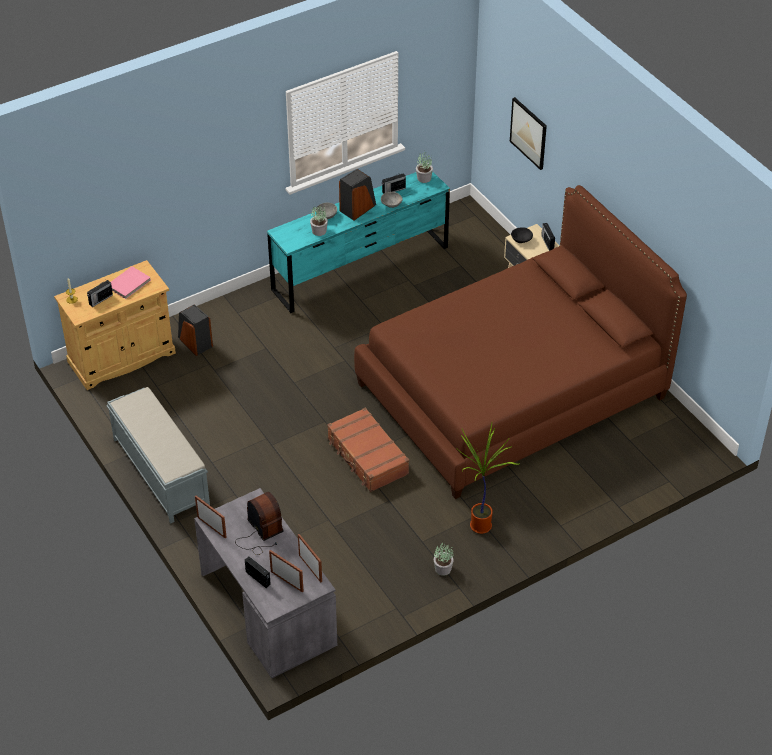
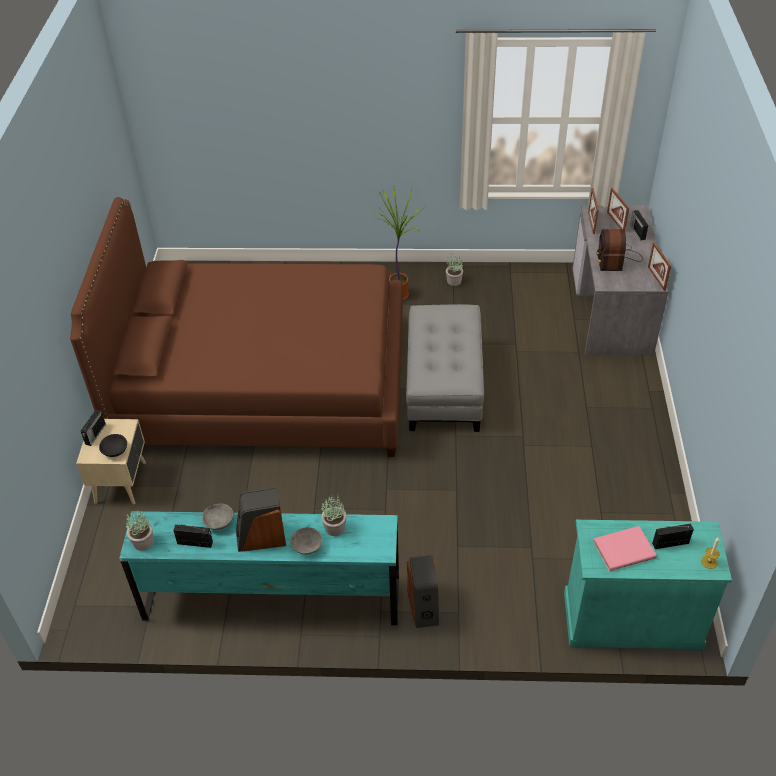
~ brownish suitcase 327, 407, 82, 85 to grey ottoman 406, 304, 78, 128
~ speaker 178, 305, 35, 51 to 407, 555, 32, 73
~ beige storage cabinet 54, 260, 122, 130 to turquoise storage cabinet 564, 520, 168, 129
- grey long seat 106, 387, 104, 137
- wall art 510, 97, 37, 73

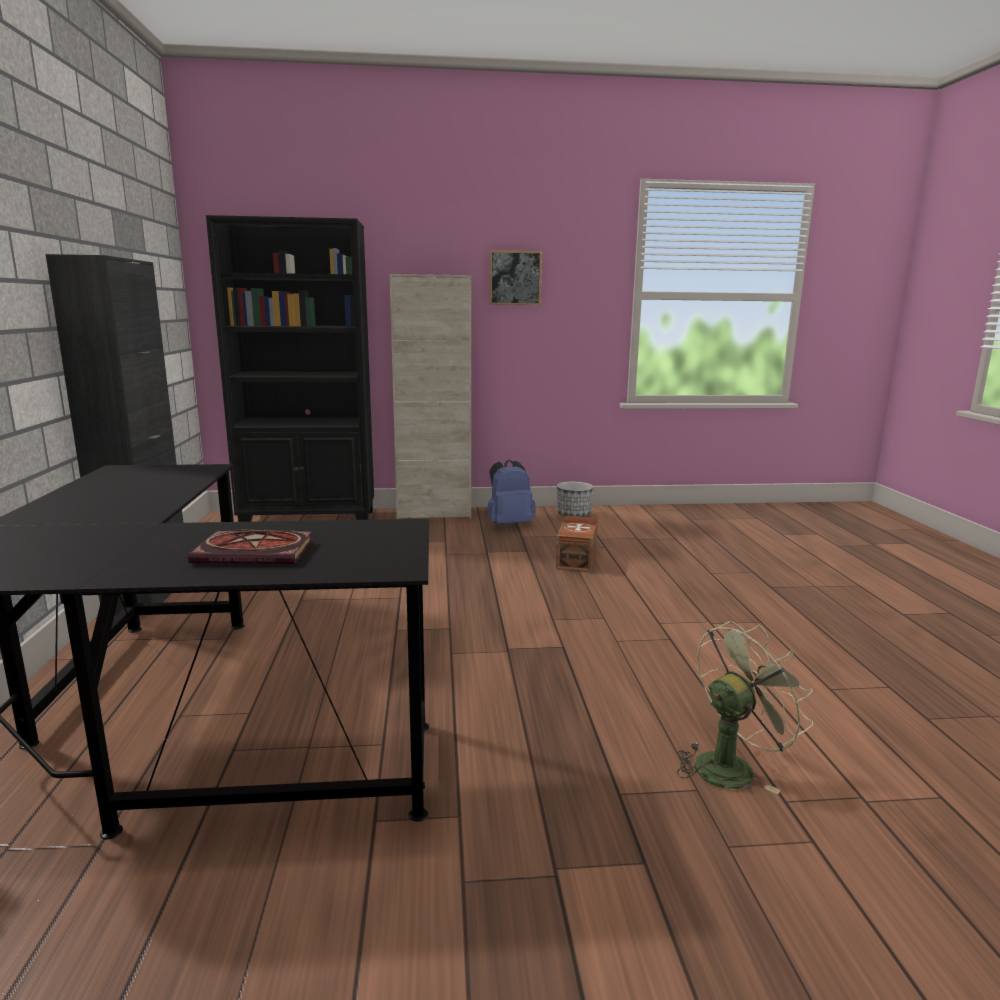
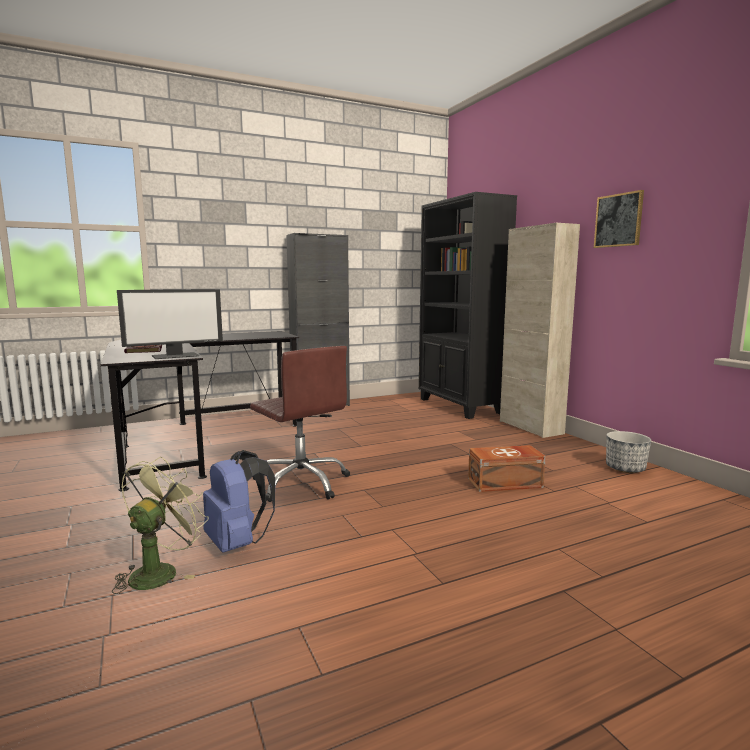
~ green fan 677, 621, 136, 173 = 112, 457, 97, 137 105 degrees counterclockwise
+ computer display 117, 289, 106, 70
~ blue backpack 488, 460, 48, 64 to 203, 450, 72, 103
+ brownish desk chair 250, 346, 100, 156

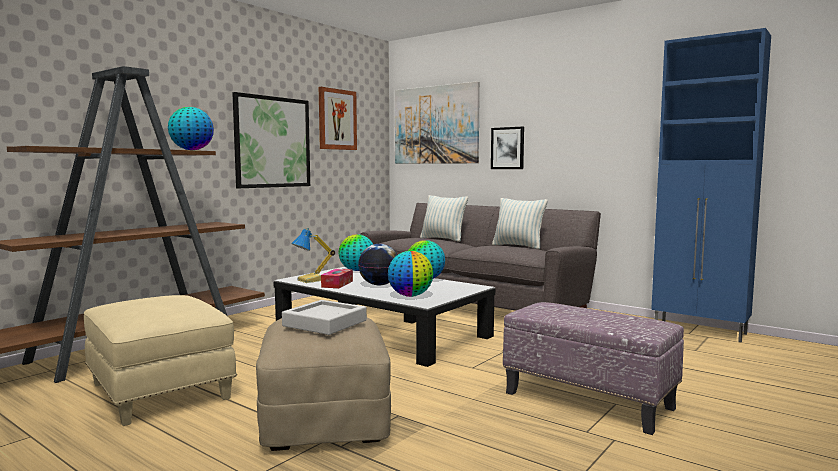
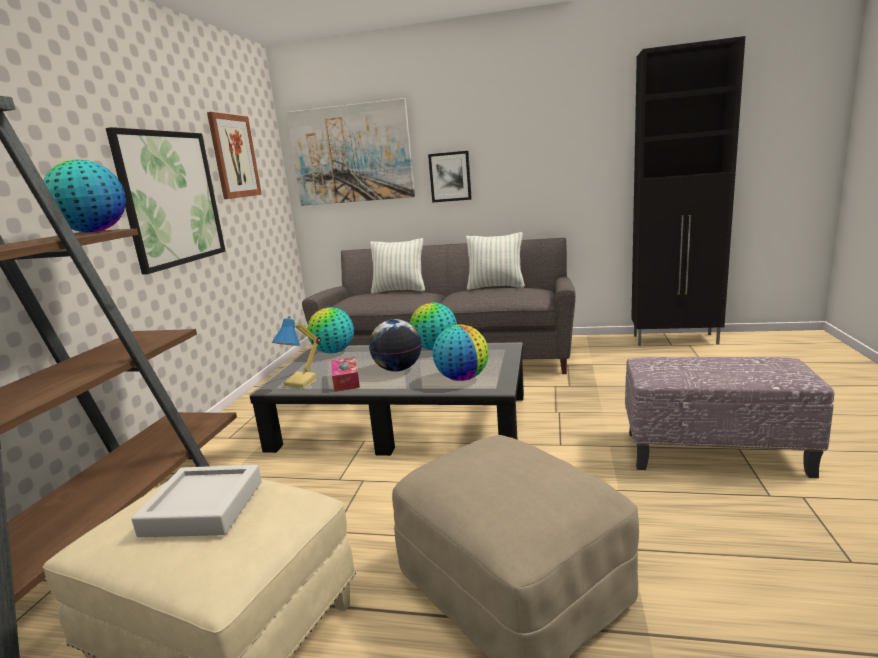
~ grey carrying tray 282, 300, 85, 35 to 131, 465, 131, 72
~ blue storage cabinet 651, 28, 120, 314 to black storage cabinet 631, 36, 114, 310

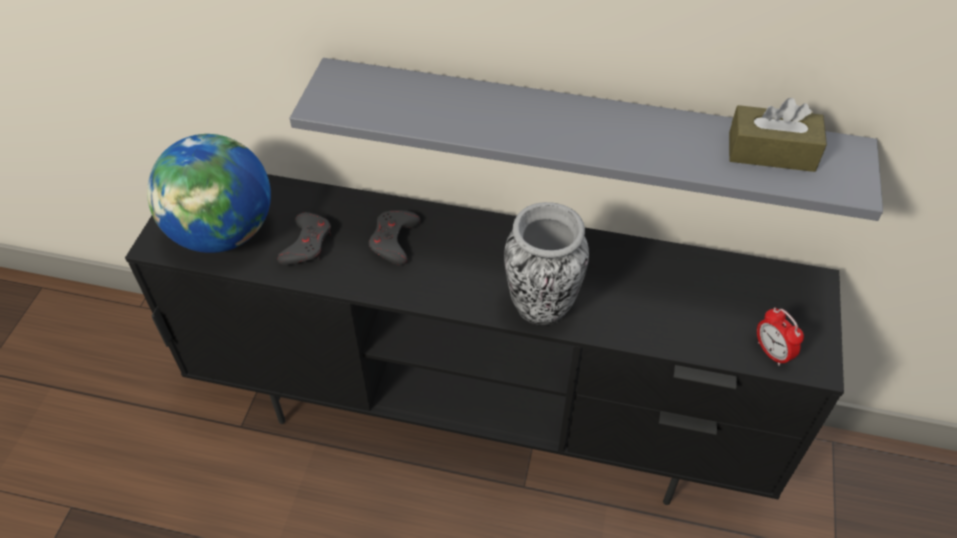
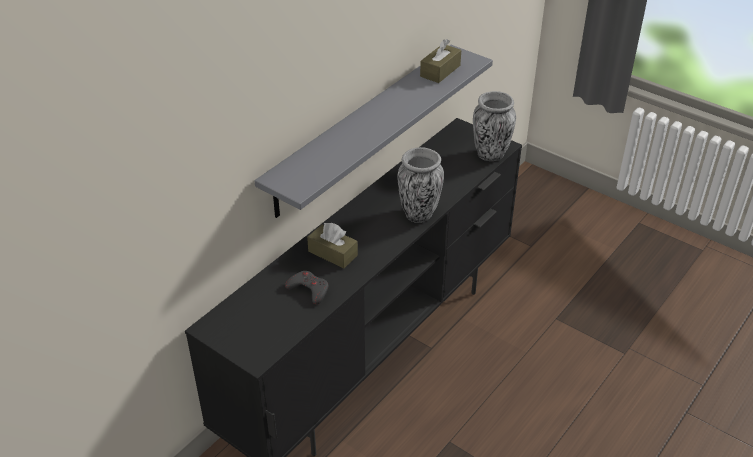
~ grey game controller 369, 210, 51, 55 to brownish tissue holder 307, 223, 51, 46
~ table clock 757, 308, 47, 58 to decorative vase 473, 91, 43, 70
- desk globe 147, 134, 124, 119

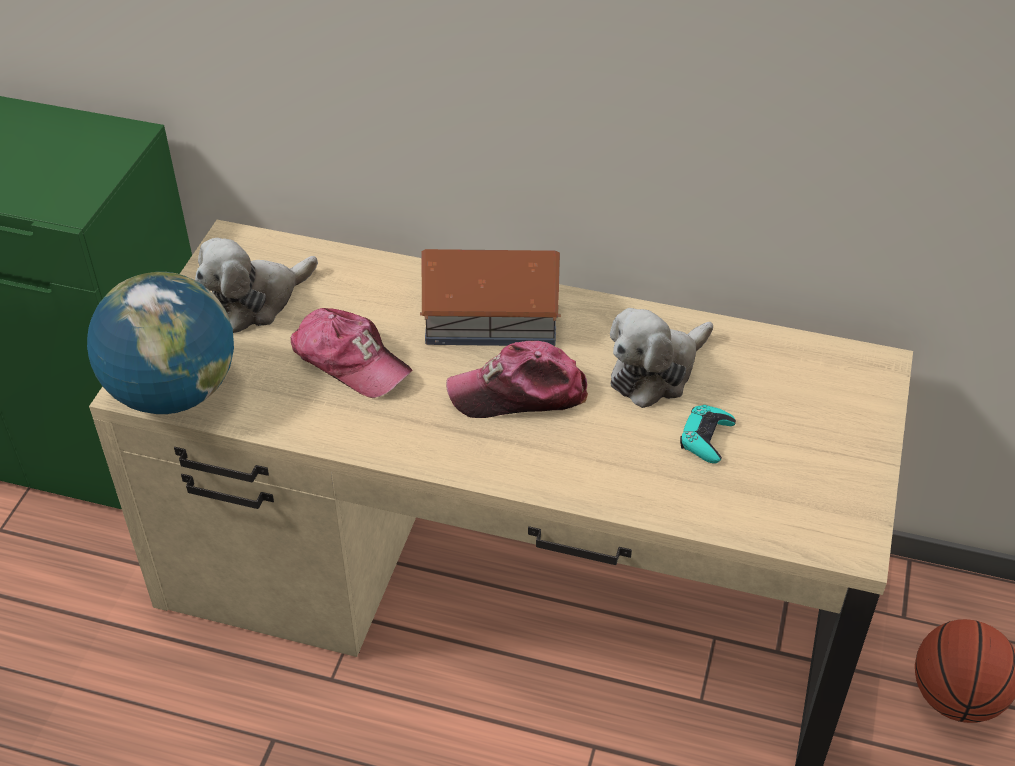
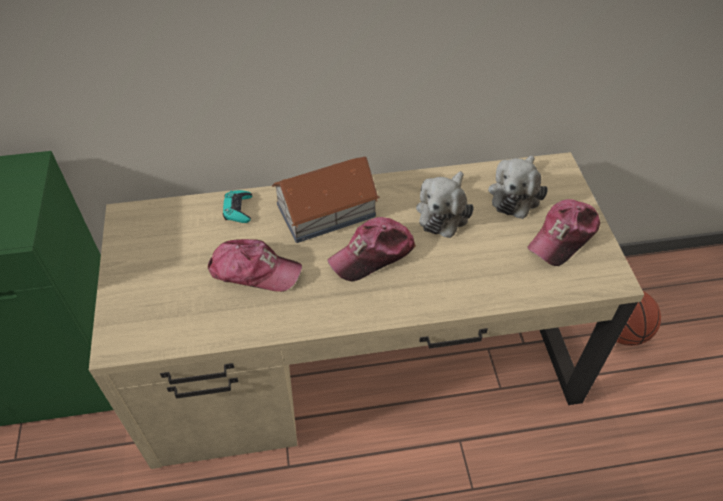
~ turquoise game controller 680, 405, 56, 59 to 223, 190, 29, 33
~ soft toy 195, 238, 123, 95 to 488, 155, 60, 64
+ cap 527, 199, 73, 67
- desk globe 87, 272, 147, 142

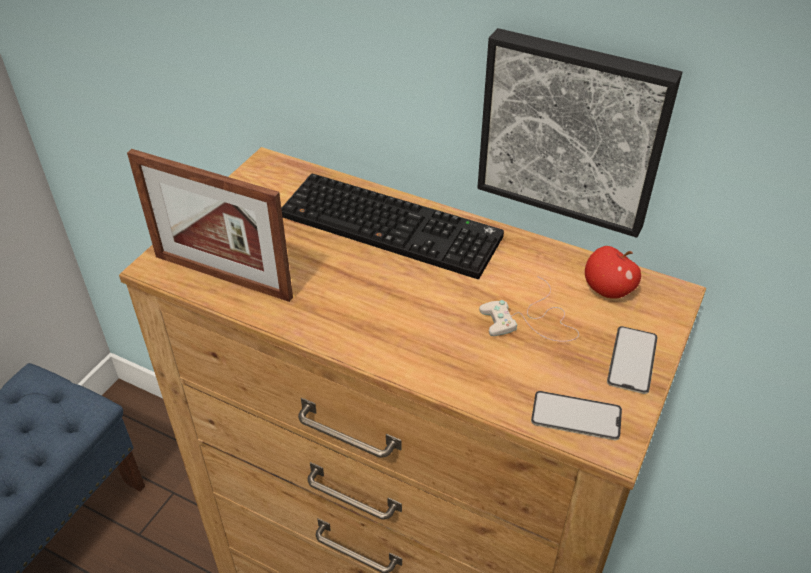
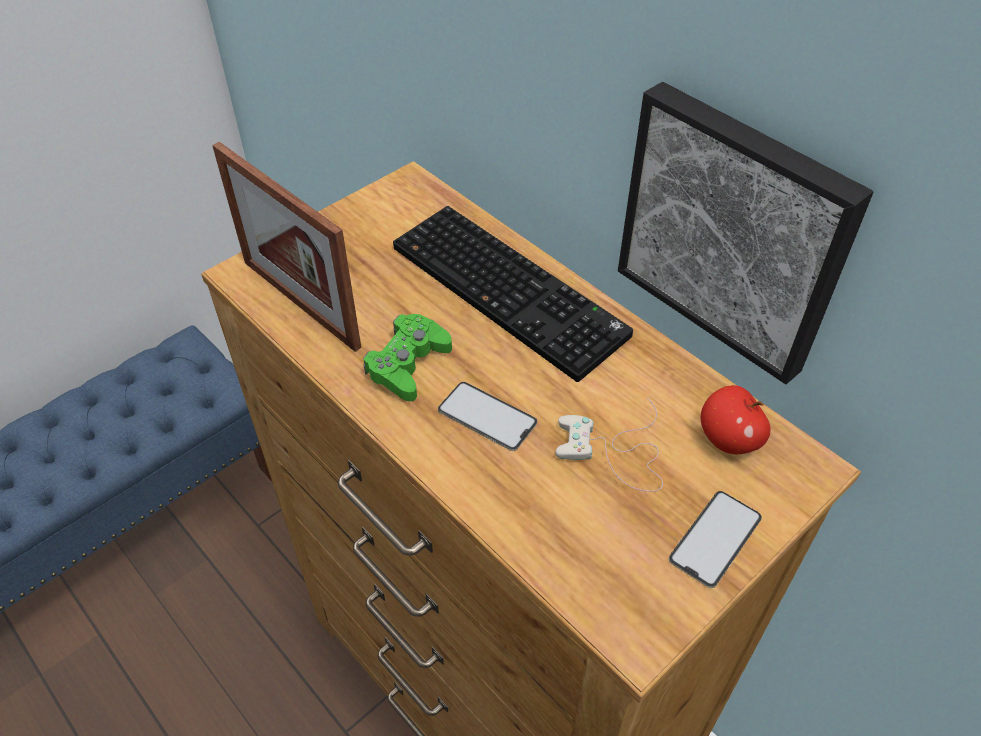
+ green game controller 363, 314, 89, 87
~ telephone 531, 391, 91, 50 to 438, 382, 99, 69

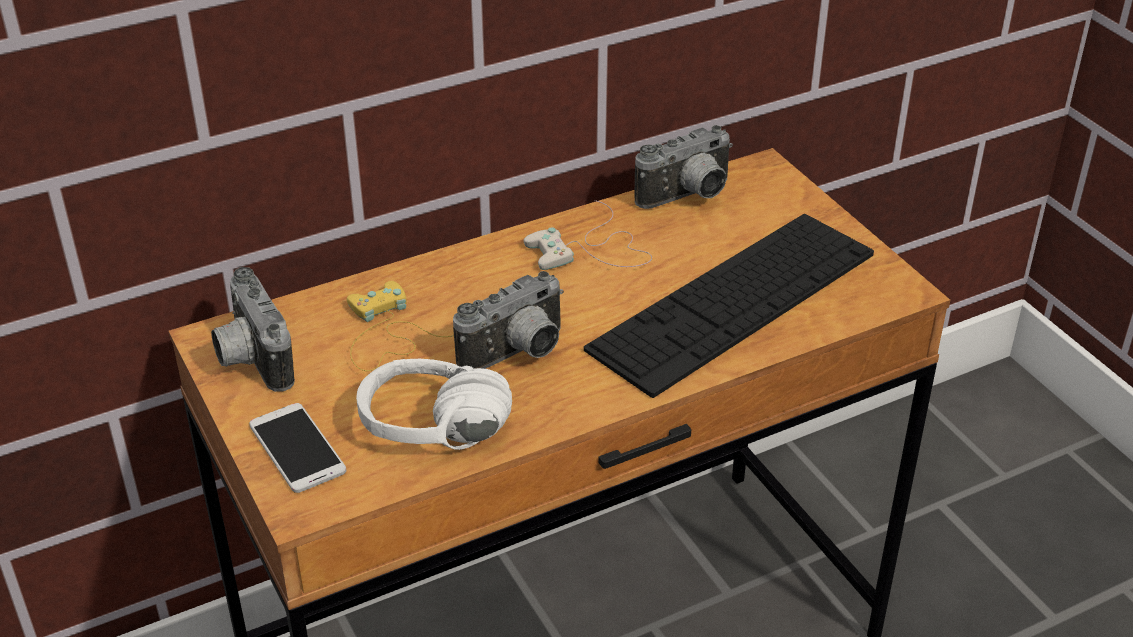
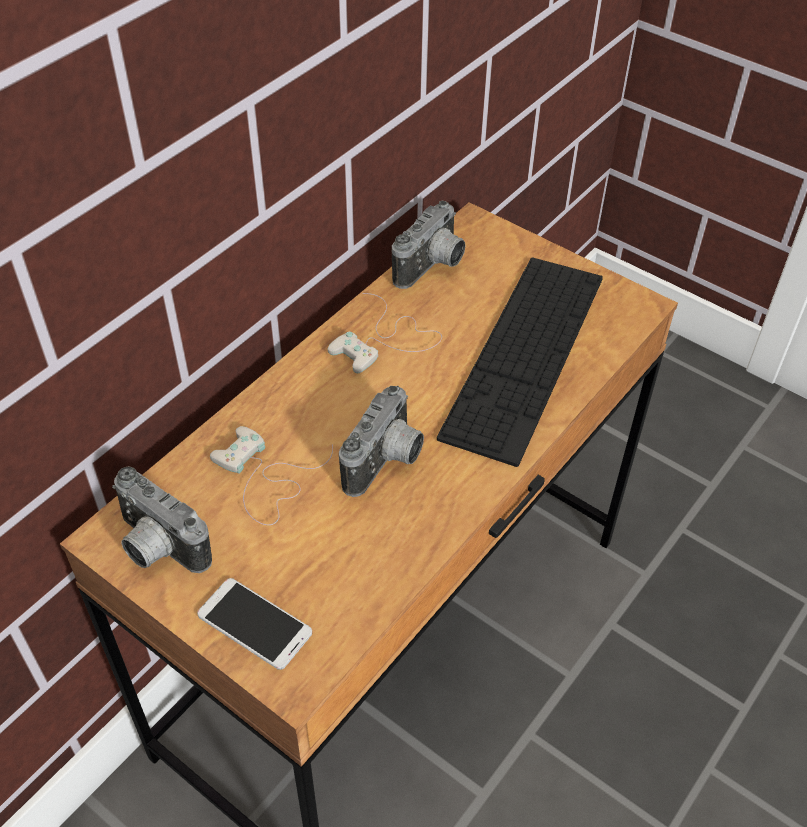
~ yellow game controller 347, 281, 107, 90 to whitish game controller 210, 426, 123, 99
- whitish pair of headphones 356, 359, 156, 91

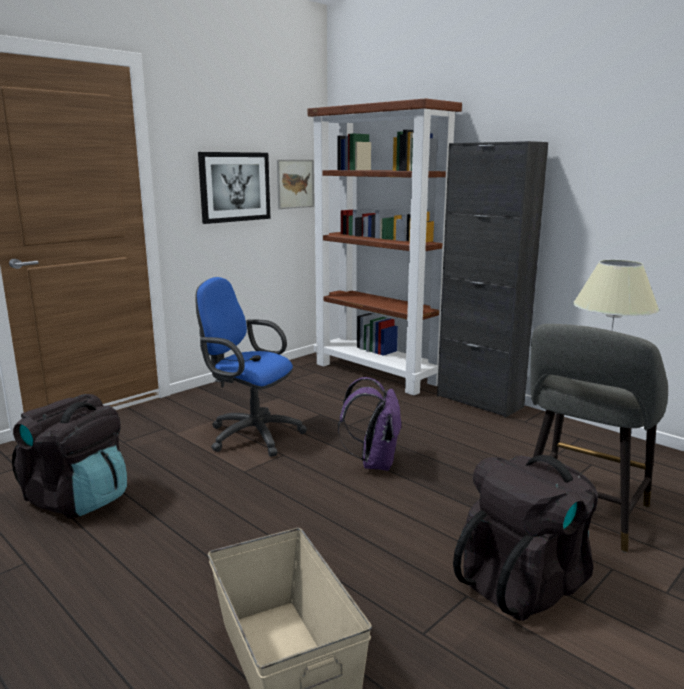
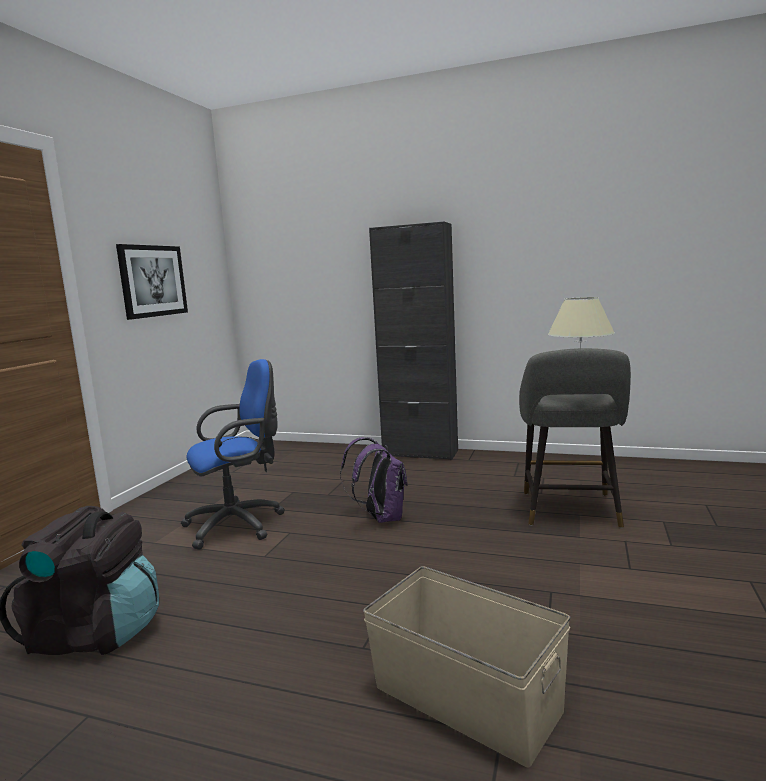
~ blue desk chair 195, 277, 112, 180 = 181, 359, 104, 191 150 degrees clockwise
- wall art 277, 160, 37, 49
- brownish shelving unit 308, 98, 154, 297
- black backpack 453, 455, 145, 166

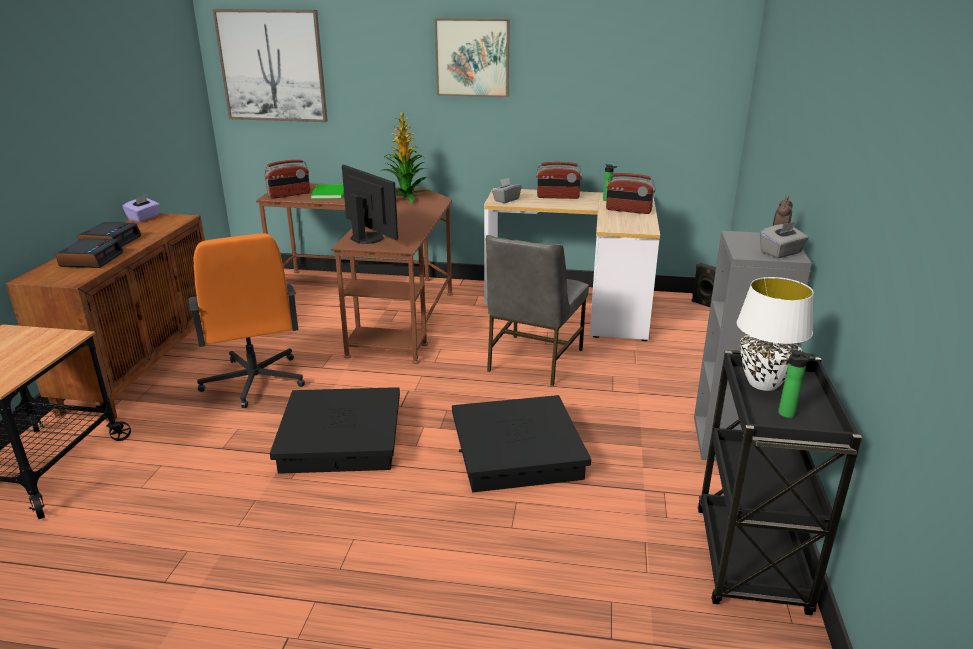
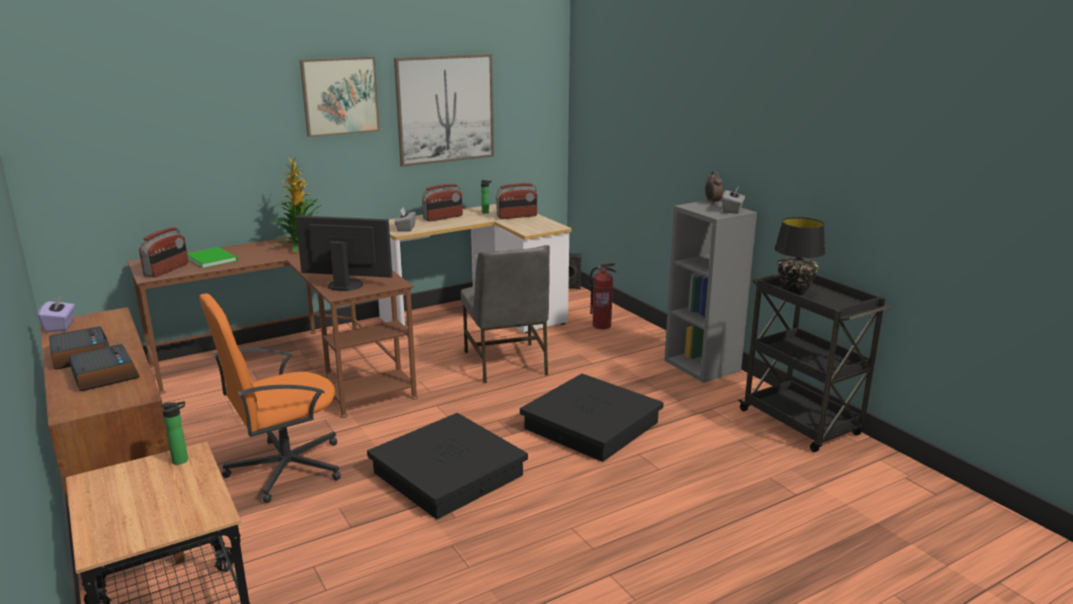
~ drink bottle 778, 350, 38, 68 to 161, 401, 27, 64
~ orange-coloured desk chair 189, 233, 116, 175 = 199, 293, 142, 210 120 degrees clockwise
~ wall art 213, 9, 115, 113 to 394, 54, 100, 113
+ extinguisher 590, 263, 26, 67
~ whitish lamp for a table 737, 277, 77, 114 to black lamp for a table 774, 217, 52, 78

